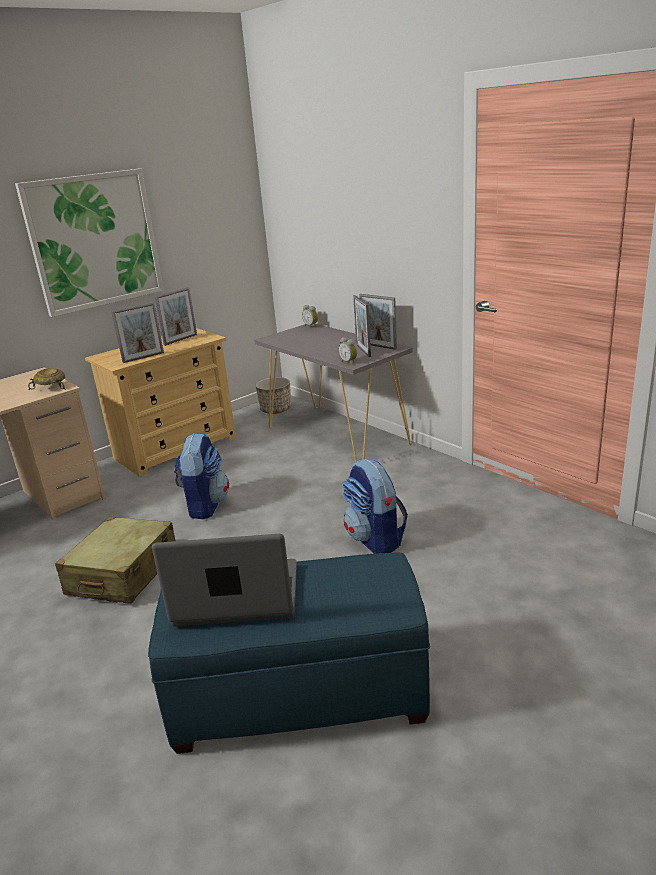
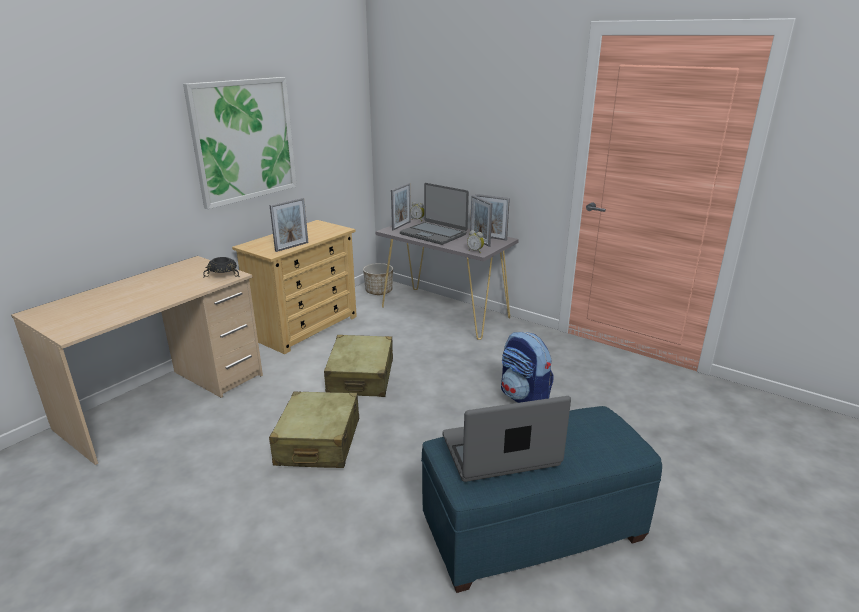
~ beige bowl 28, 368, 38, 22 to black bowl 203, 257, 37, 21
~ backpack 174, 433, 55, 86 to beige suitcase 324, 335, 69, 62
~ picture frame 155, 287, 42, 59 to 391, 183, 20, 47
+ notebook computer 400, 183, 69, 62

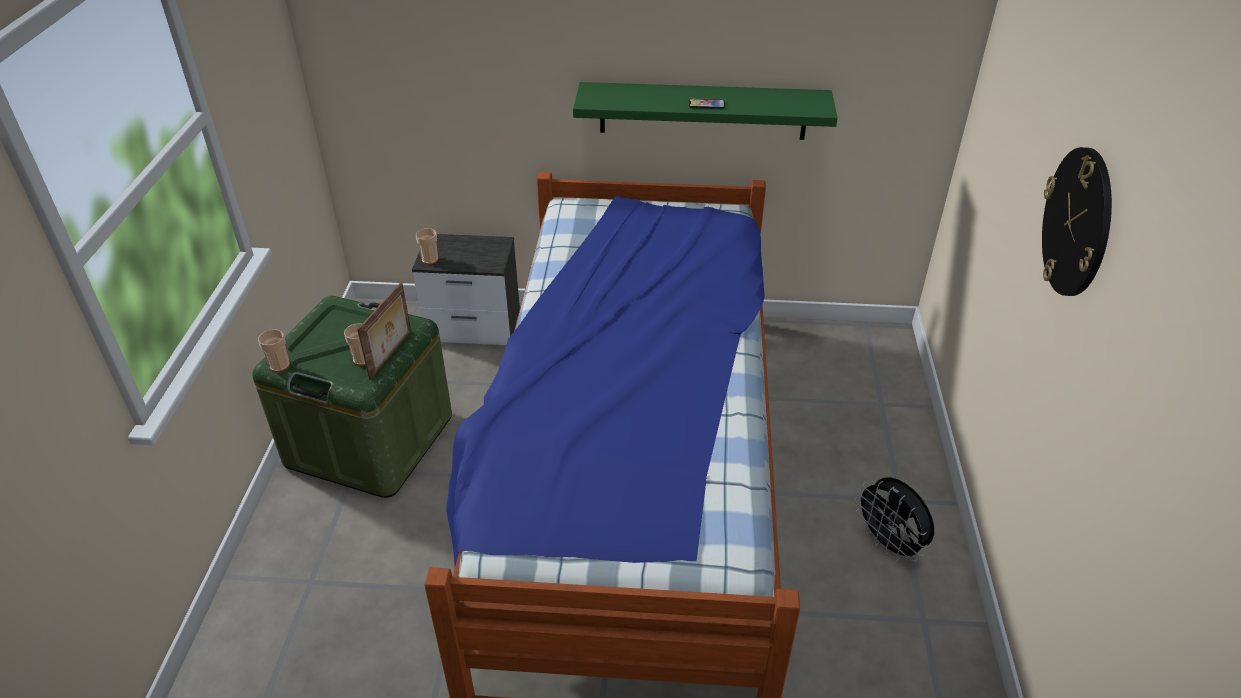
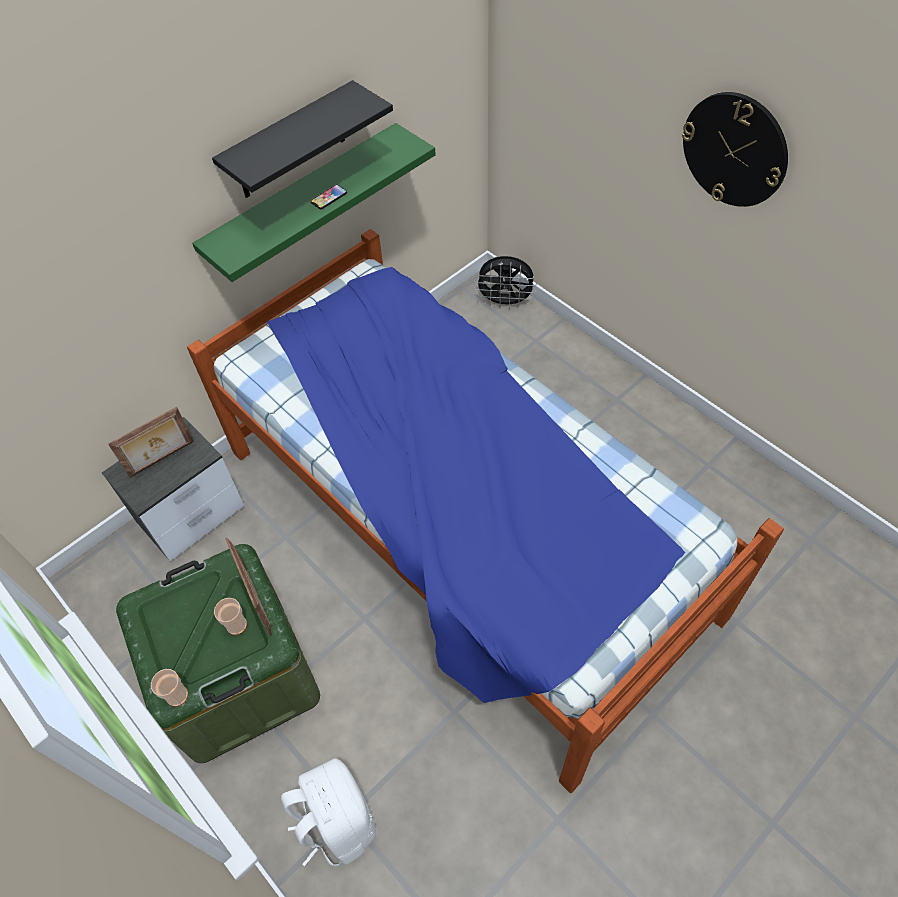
+ picture frame 108, 406, 86, 71
+ black shelf 212, 80, 181, 118
+ whitish backpack 281, 758, 95, 109
~ black fan 854, 477, 80, 85 to 474, 256, 63, 53
- small cup 416, 228, 22, 36

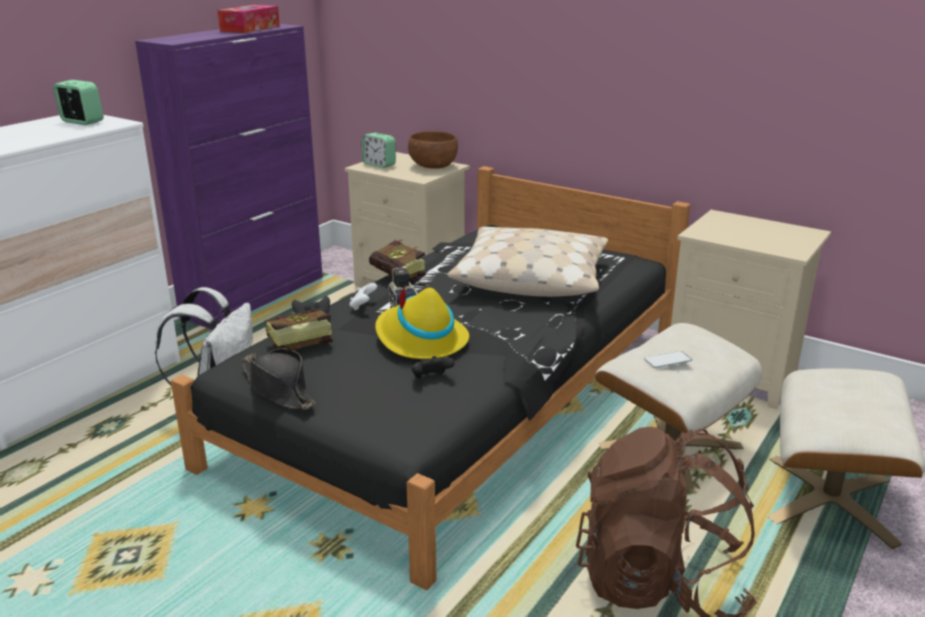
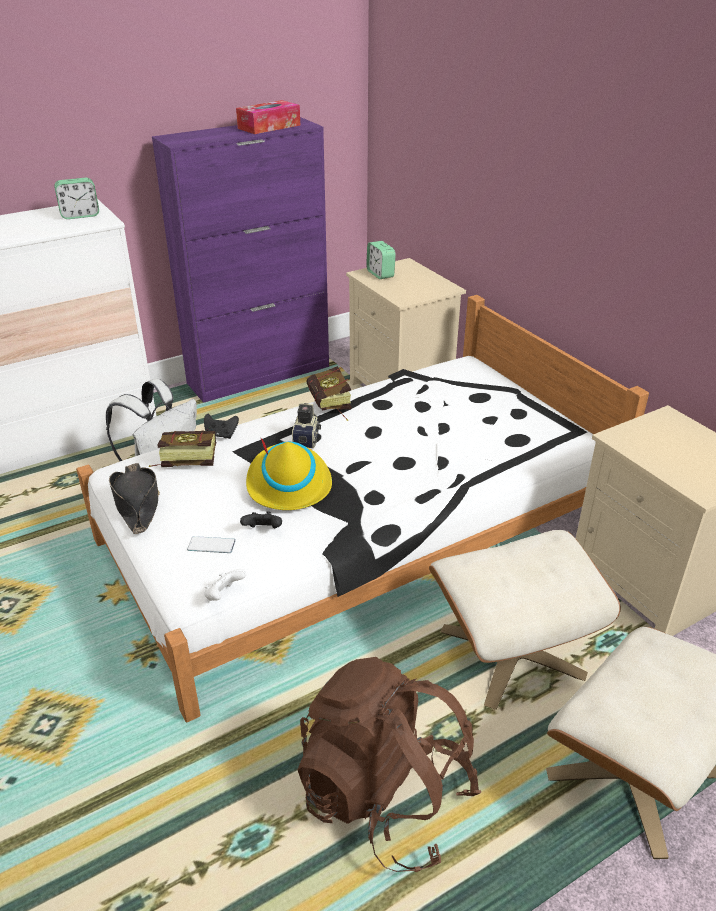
~ table clock 53, 80, 51, 45 = 54, 178, 45, 41 105 degrees clockwise
~ black bed 171, 166, 519, 424 to whitish bed 76, 295, 573, 427
~ telephone 644, 351, 48, 17 to 187, 536, 49, 17
~ whitish game controller 350, 283, 27, 28 to 204, 569, 42, 32
- brownish bowl 408, 131, 50, 38
- beige pillow 448, 227, 160, 70

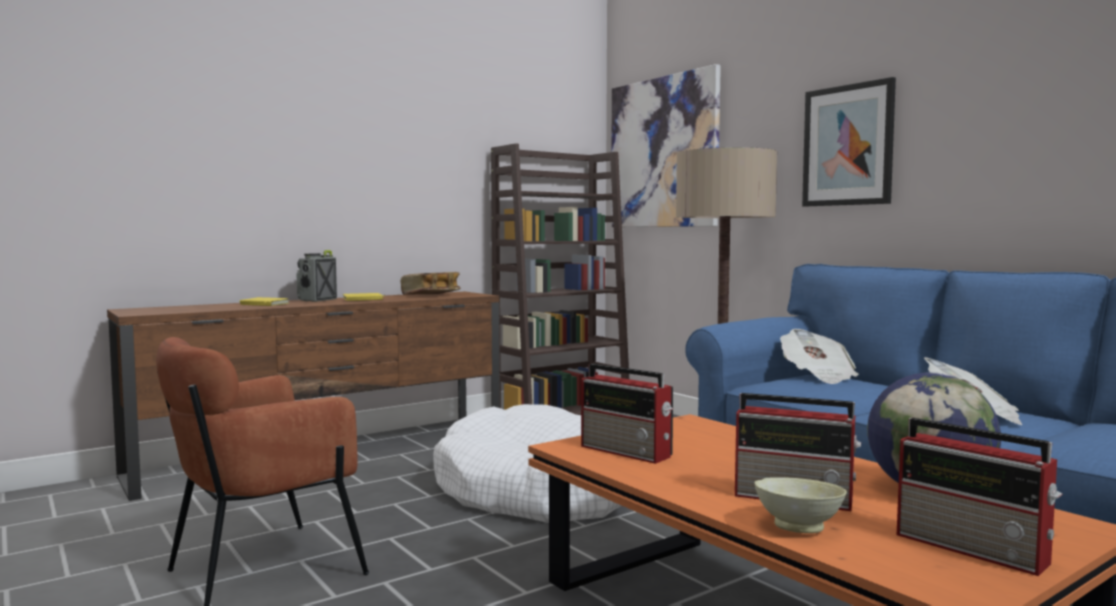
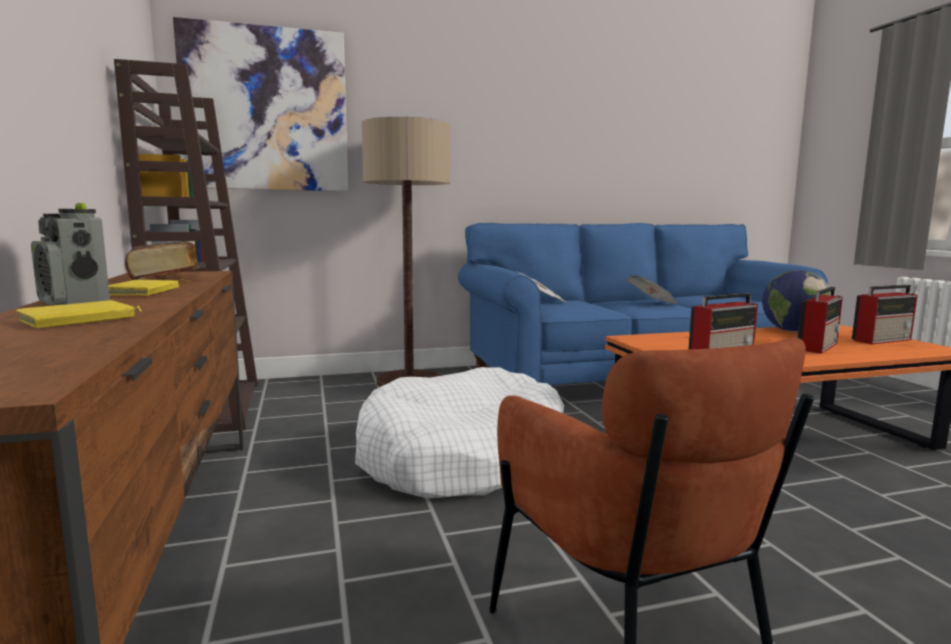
- beige bowl 754, 477, 93, 56
- wall art 802, 77, 94, 130

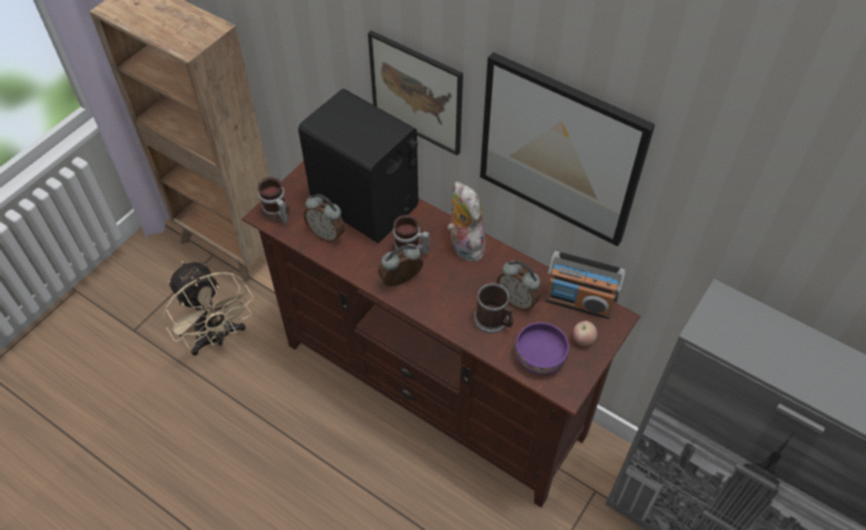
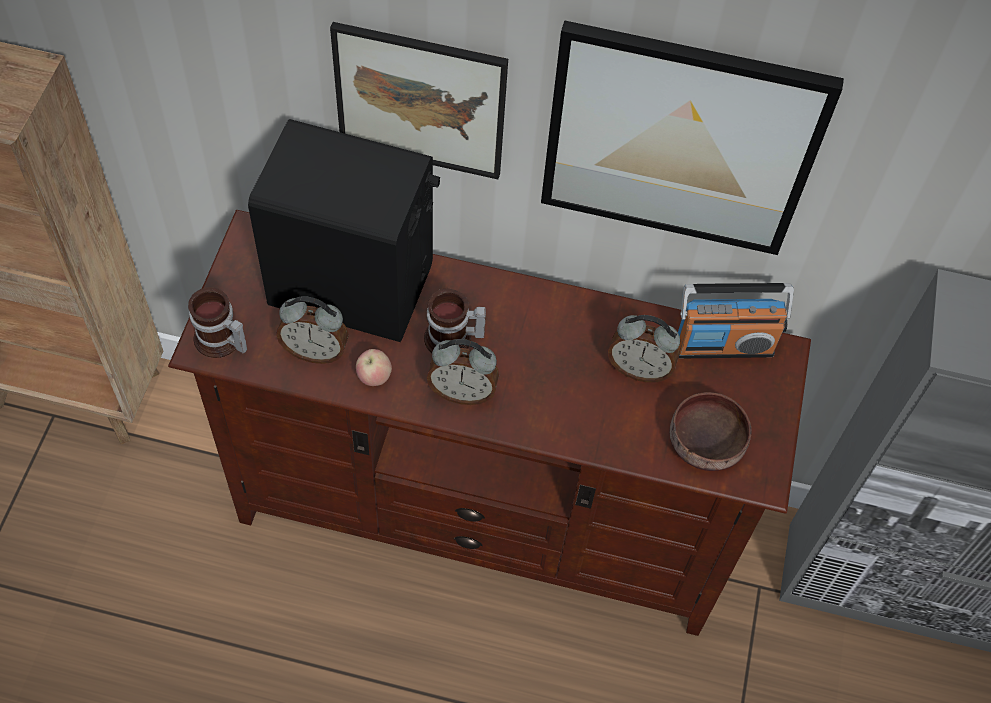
~ apple 573, 321, 24, 25 to 356, 349, 36, 37
~ table clock 378, 244, 45, 43 = 427, 339, 72, 66 120 degrees counterclockwise
~ purplish bowl 515, 322, 54, 53 to brownish bowl 669, 392, 83, 79
- beige fan 163, 261, 91, 95
- soft toy 447, 182, 39, 80
- mug 474, 283, 39, 51

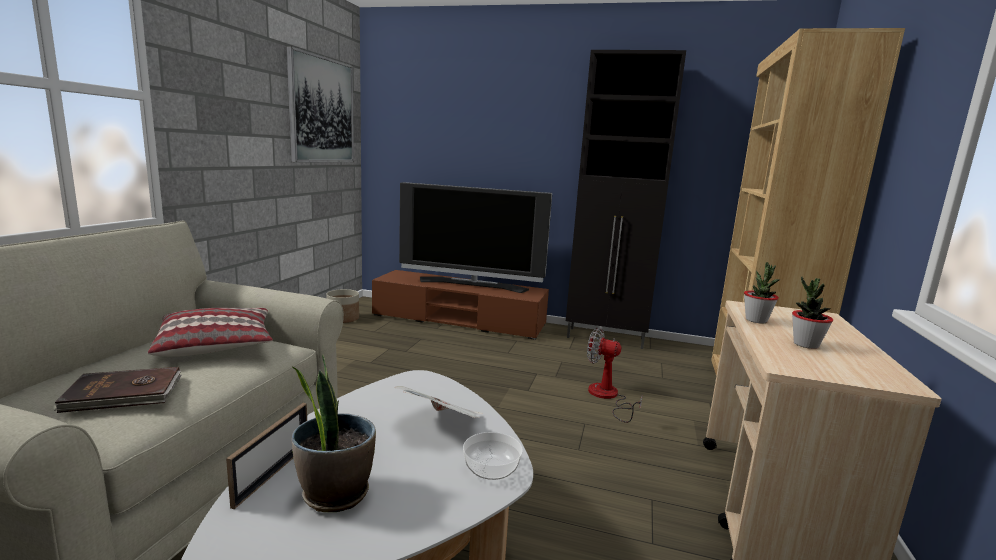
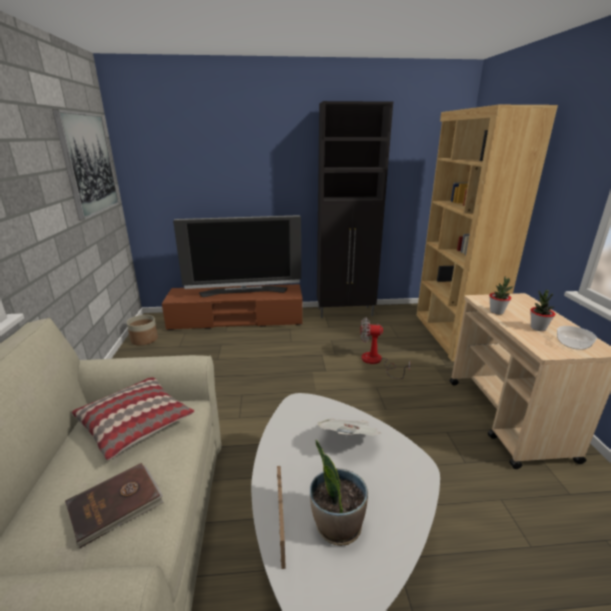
~ bowl 463, 432, 60, 48 to 557, 326, 40, 24

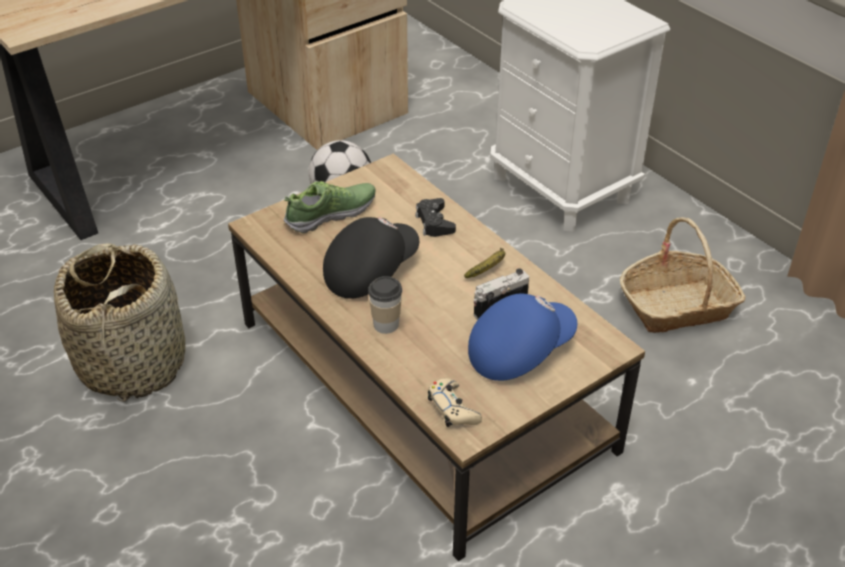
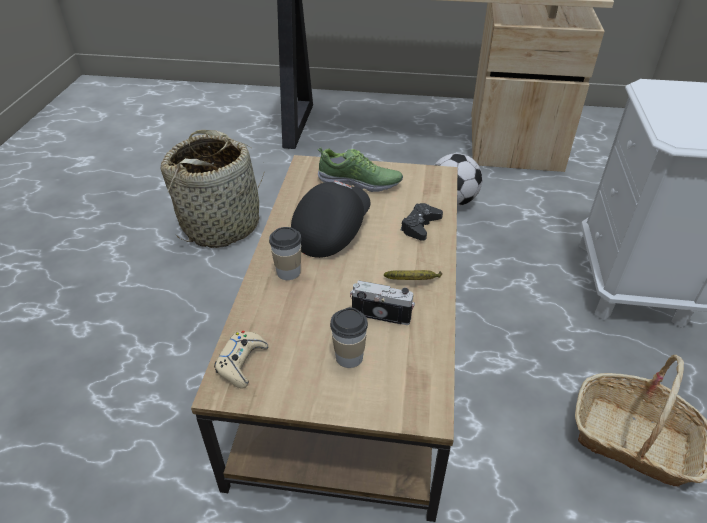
~ black cap 323, 217, 96, 82 = 291, 181, 79, 77 60 degrees counterclockwise
~ blue cap 468, 293, 109, 88 to small cup 330, 307, 38, 61

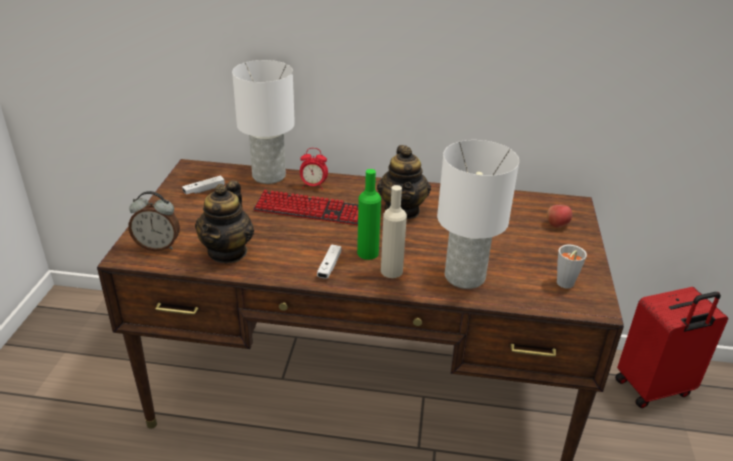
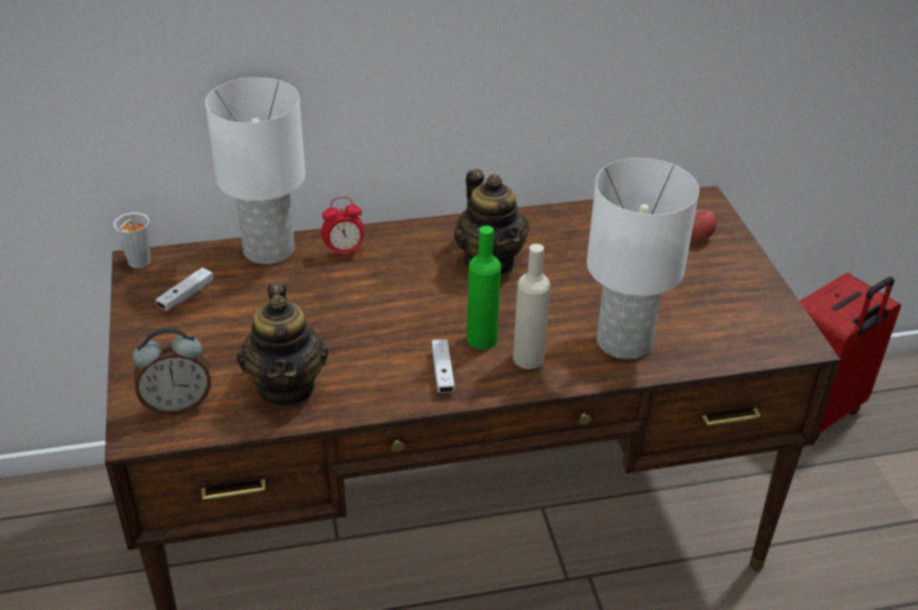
~ grey small cup 557, 244, 30, 45 to 113, 212, 37, 56
- keyboard 253, 190, 105, 35

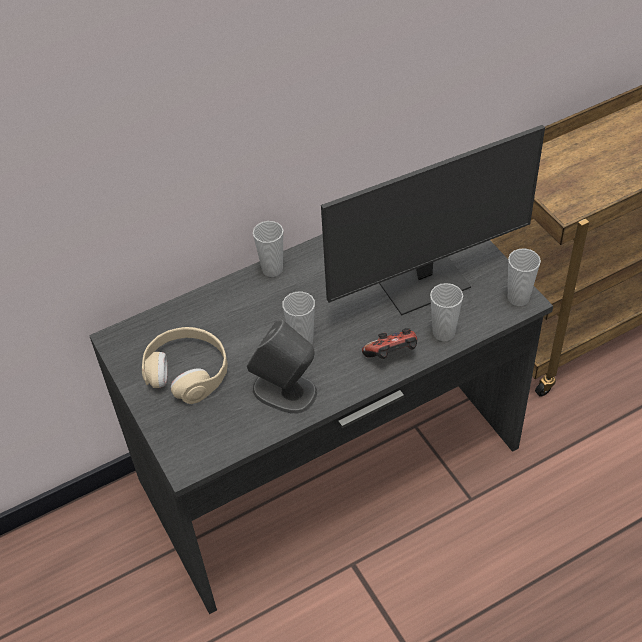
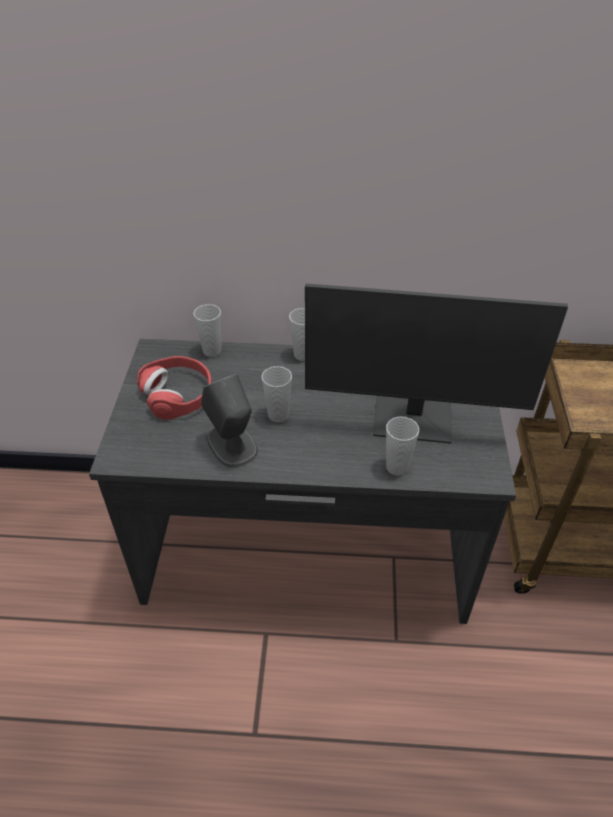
~ beige pair of headphones 142, 327, 86, 77 to reddish pair of headphones 137, 356, 75, 64
~ small cup 508, 248, 33, 58 to 193, 304, 28, 53
- game controller 362, 328, 55, 31

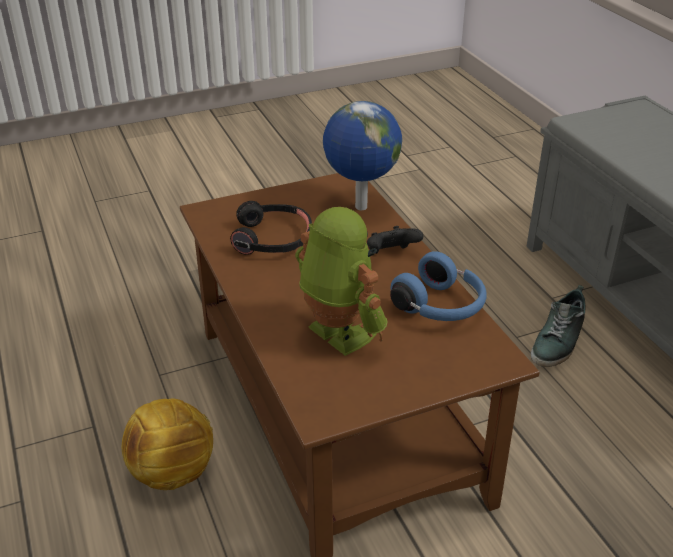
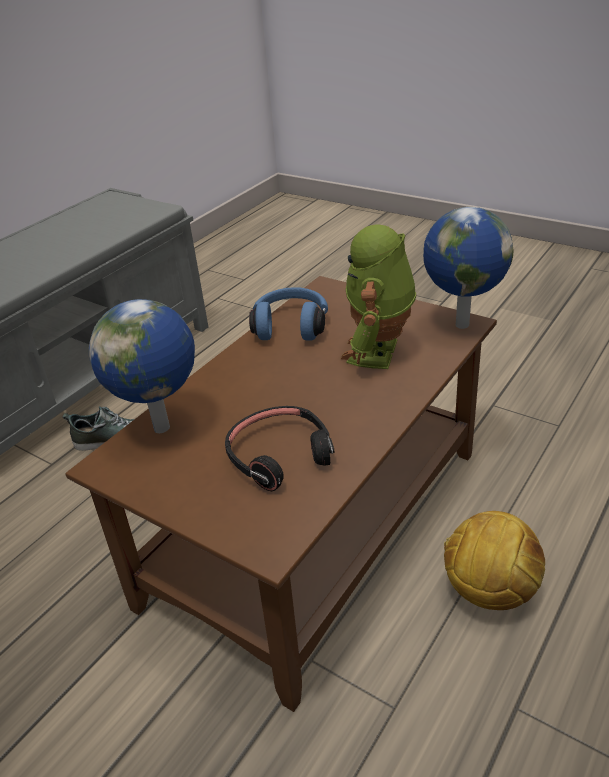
+ desk globe 423, 207, 90, 122
- black game controller 367, 226, 56, 28

